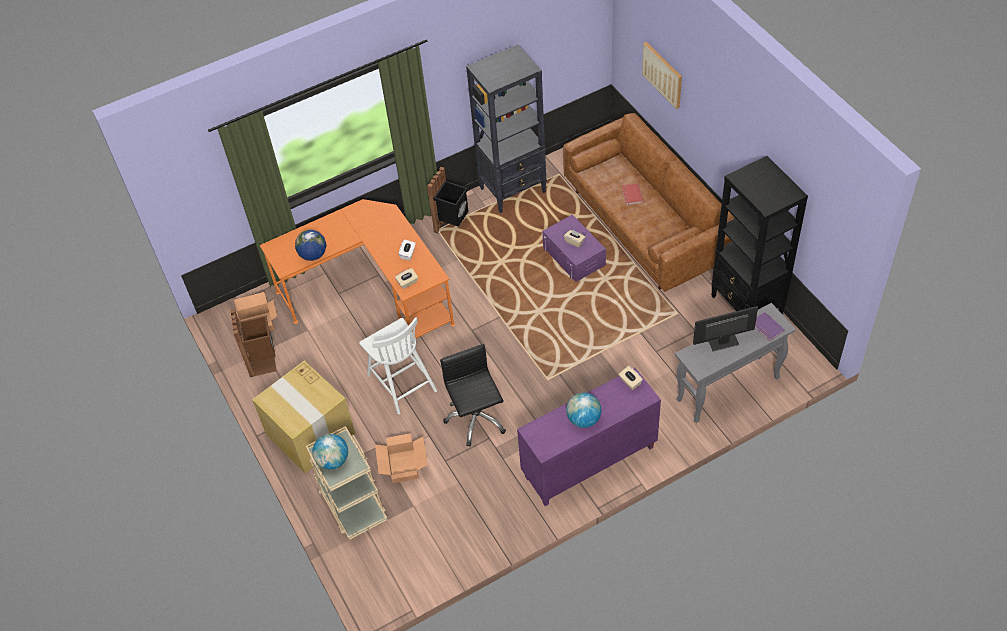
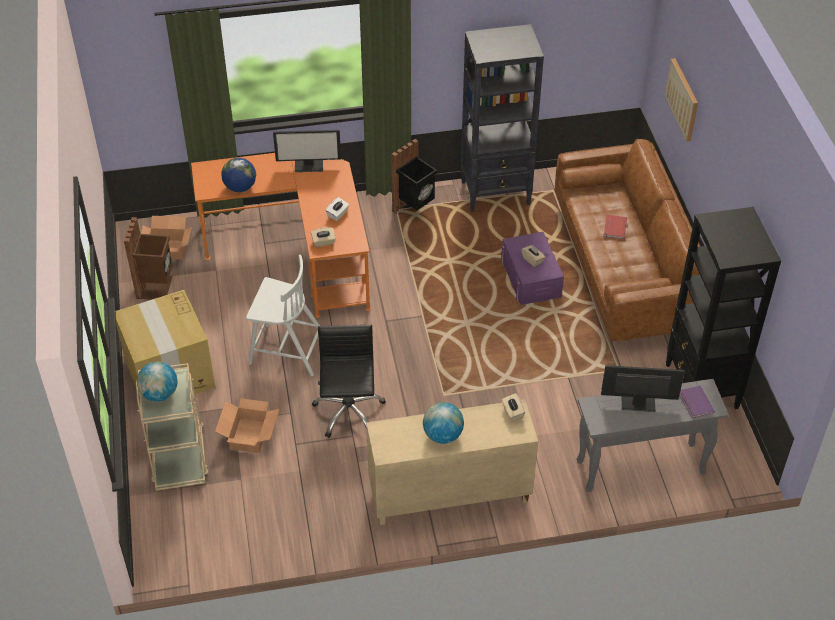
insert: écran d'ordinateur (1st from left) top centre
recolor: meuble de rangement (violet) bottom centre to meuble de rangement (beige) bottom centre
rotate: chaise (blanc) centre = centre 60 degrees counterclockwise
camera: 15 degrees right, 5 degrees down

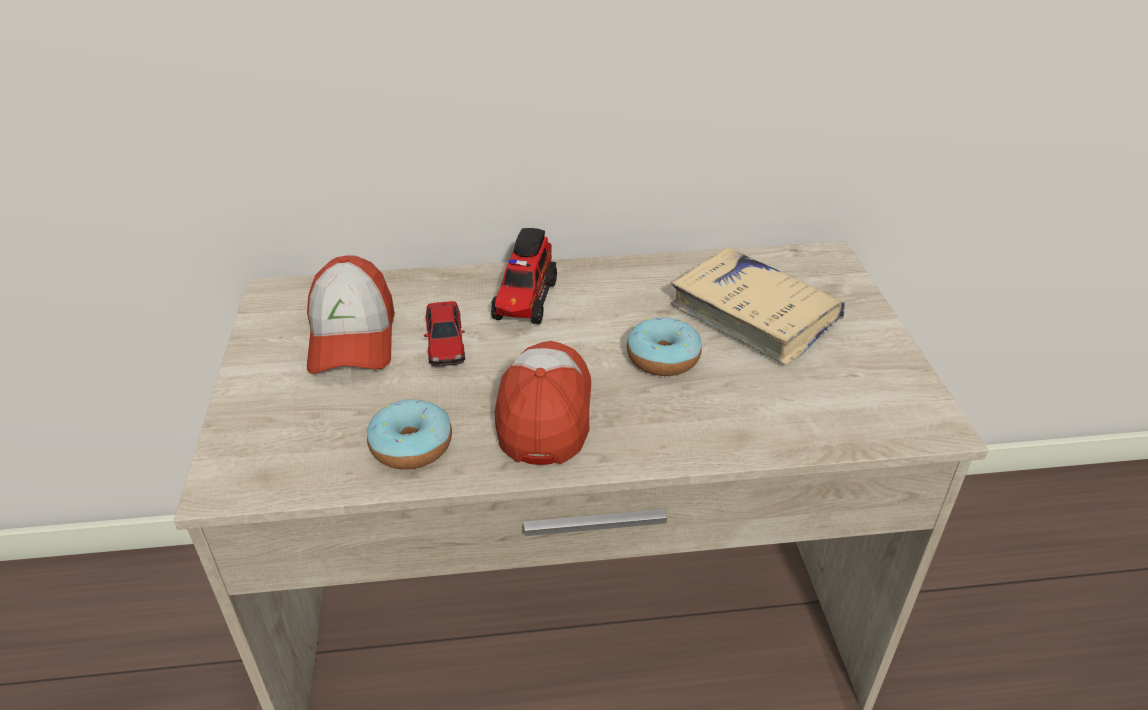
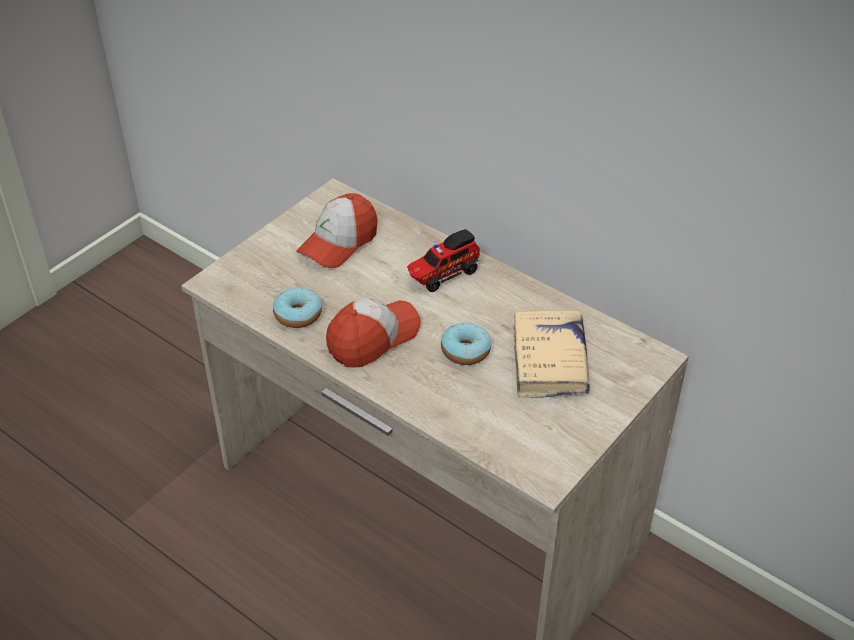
delete: petite voiture centre
camera: 45 degrees right, 5 degrees up

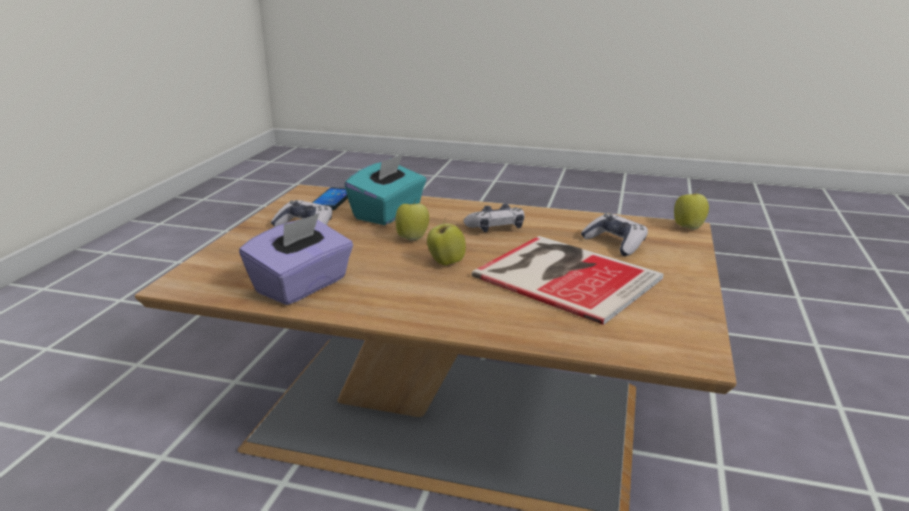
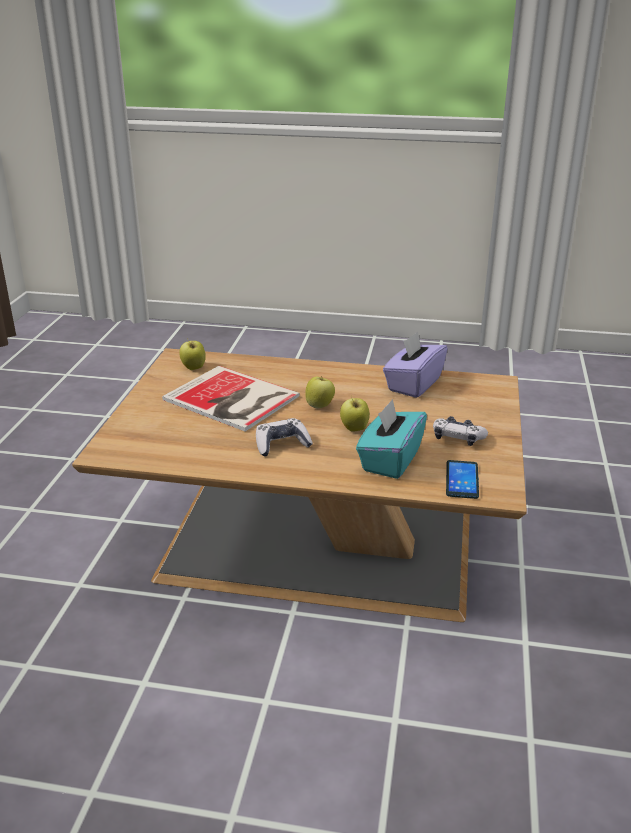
delete: manette (3rd from left) middle right
move: pomme (3rd from left in the first image) middle right to pomme (1st from left) middle left
camera: 175 degrees right, 5 degrees up

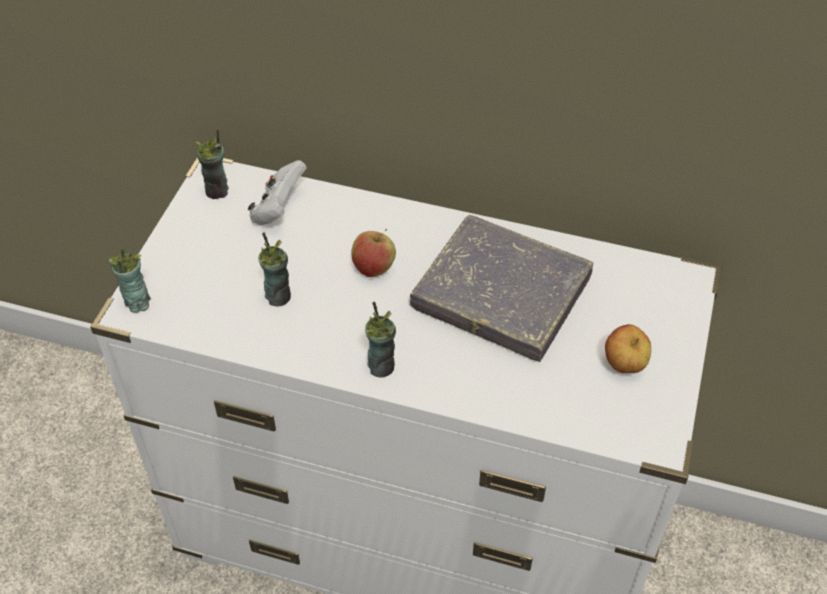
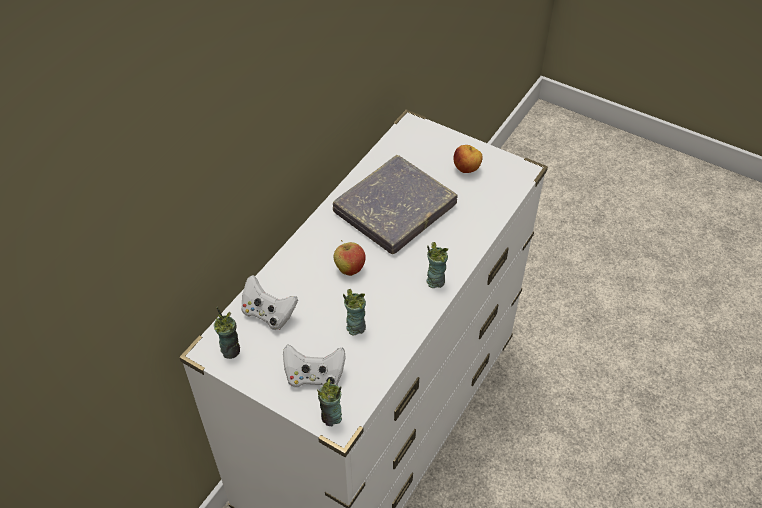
insert: manette (blanc) (2nd from left) bottom centre
camera: 75 degrees left, 0 degrees up

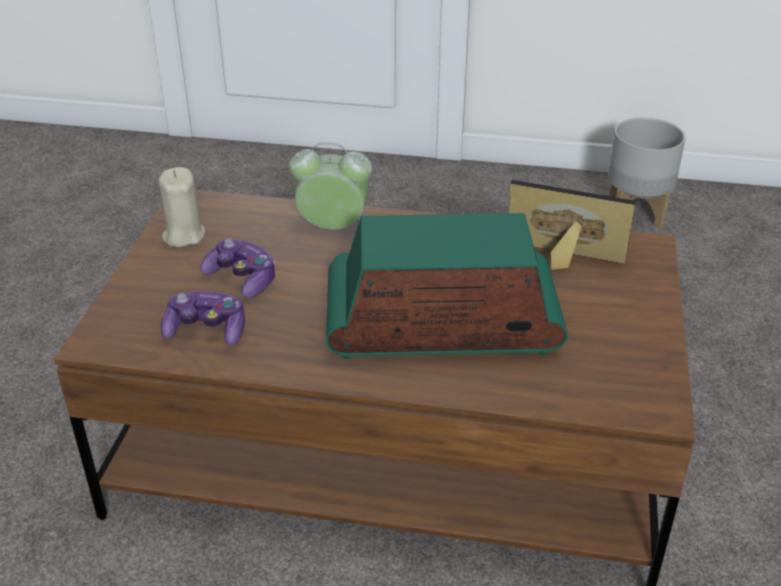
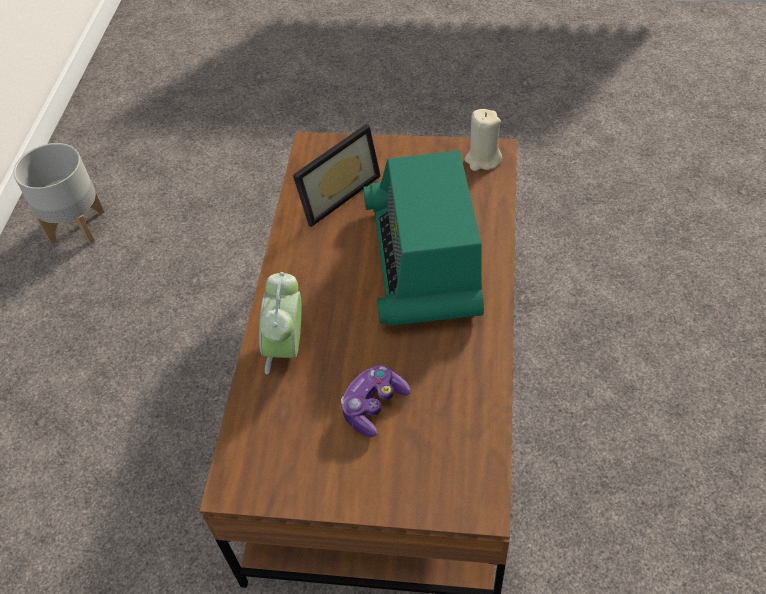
delete: manette (1st from left) middle left
move: bougie (beige) middle left to top centre
rotate: cadre photo middle right = top centre 150 degrees counterclockwise
camera: 90 degrees left, 15 degrees up

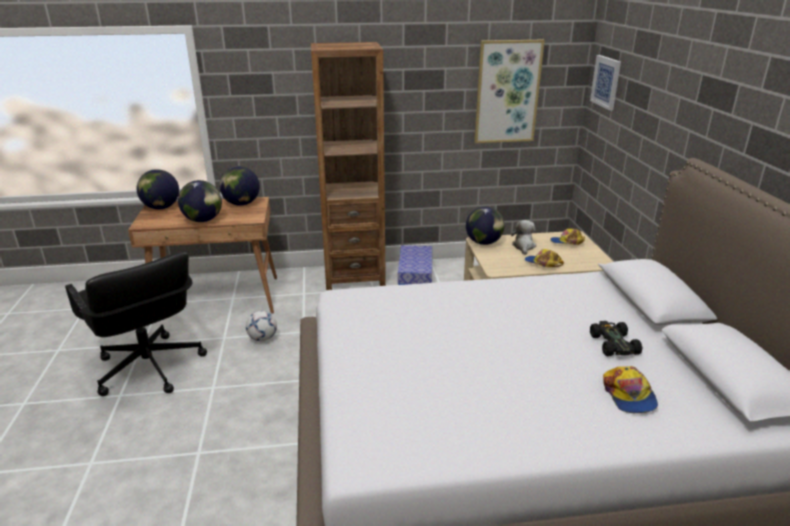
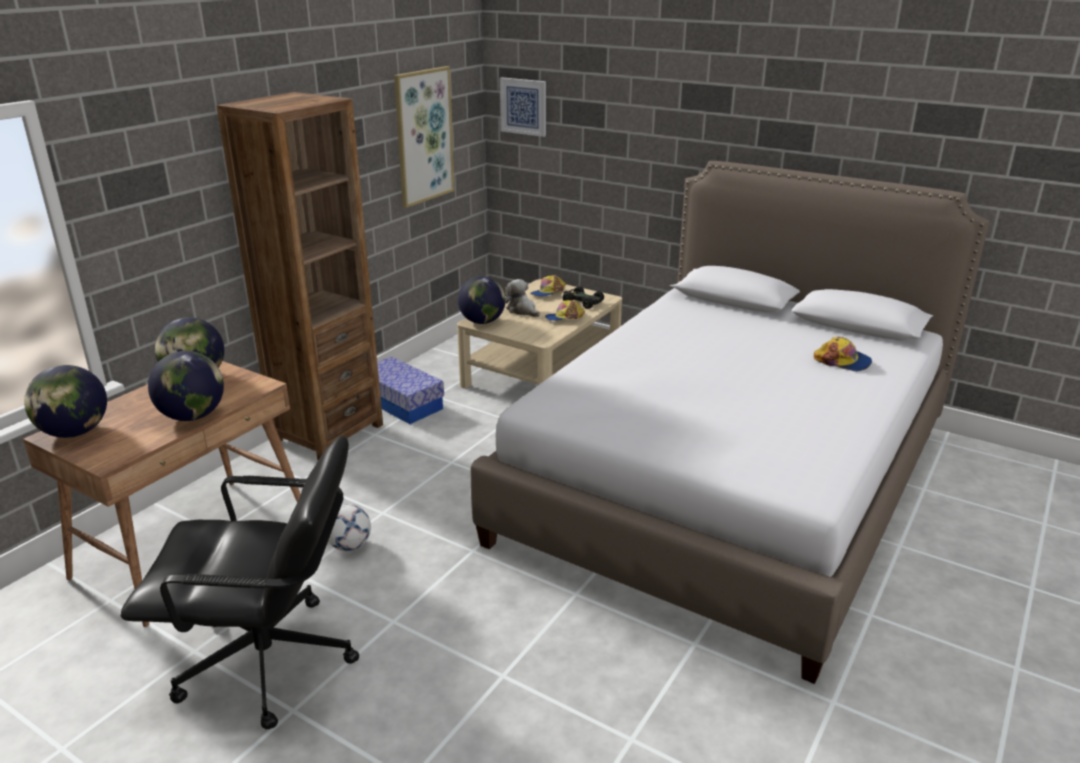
move: petite voiture (noir) middle right to centre
camera: 50 degrees left, 0 degrees up

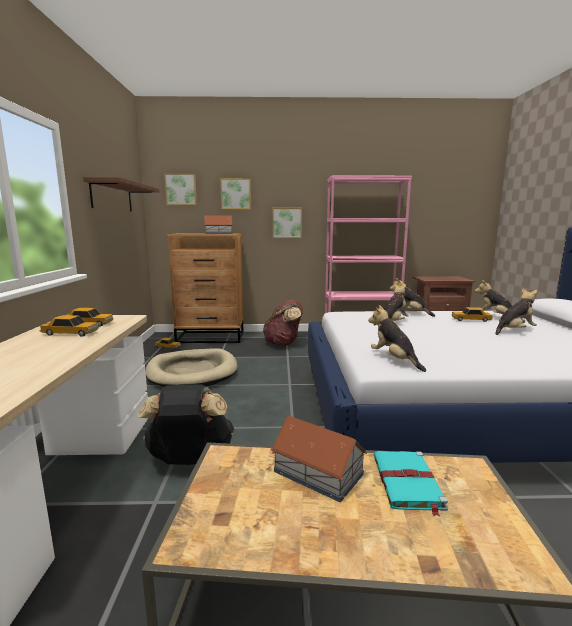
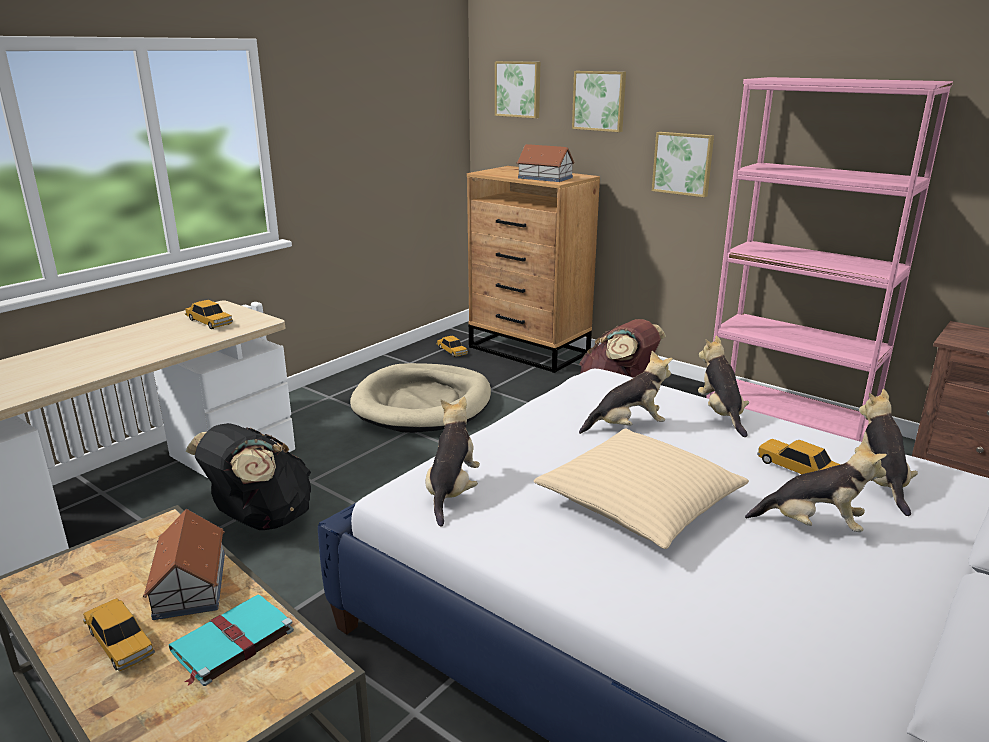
delete: étagère (marron) top left
insert: coussin (beige) centre
move: petite voiture (1st from left) middle left to bottom left
camera: 40 degrees right, 10 degrees up

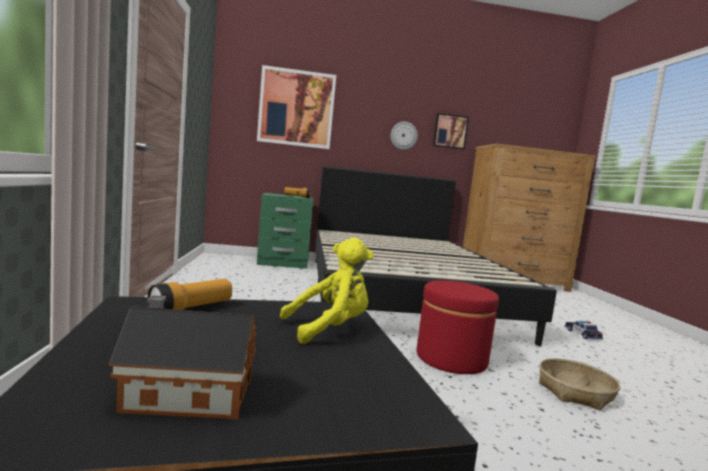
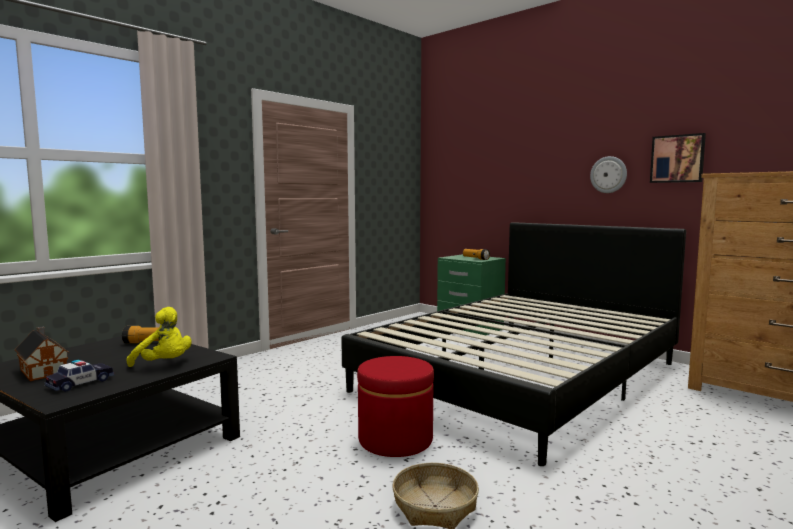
delete: tableau (1st from left) top centre
move: petite voiture bottom right to bottom left
camera: 50 degrees right, 0 degrees up

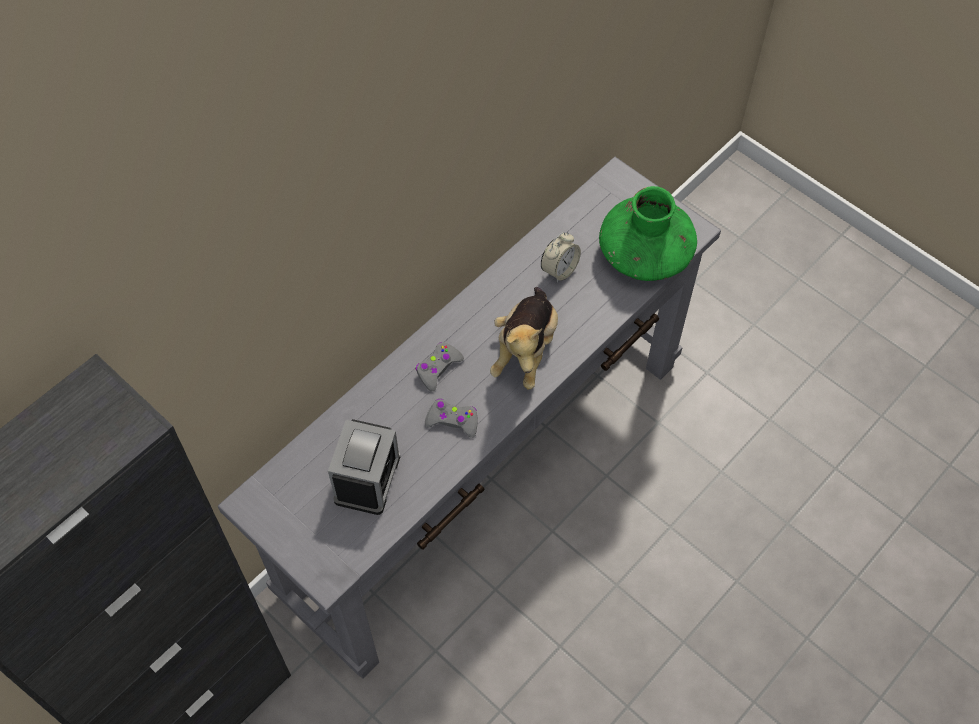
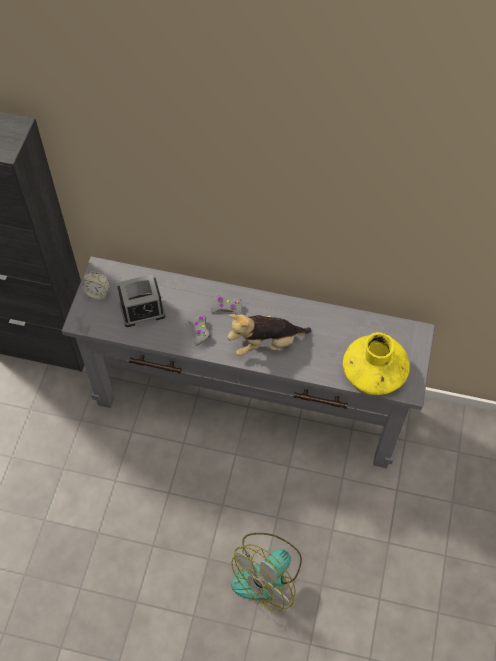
insert: ventilateur bottom centre
move: réveil (2nd from left in the first image) centre to réveil (1st from left) middle left
recolor: vase (vert) top centre to vase (jaune) middle right
camera: 60 degrees right, 0 degrees up

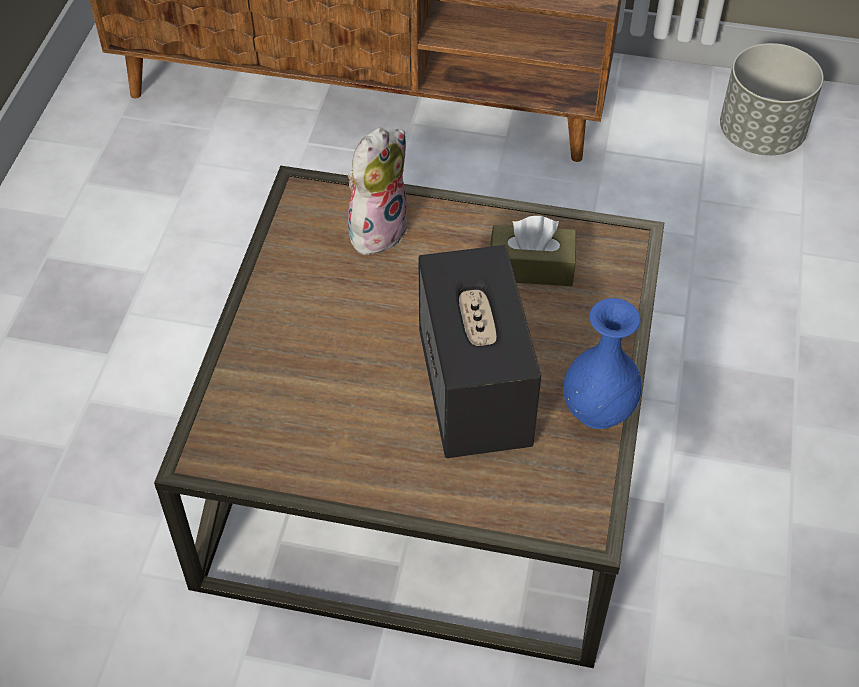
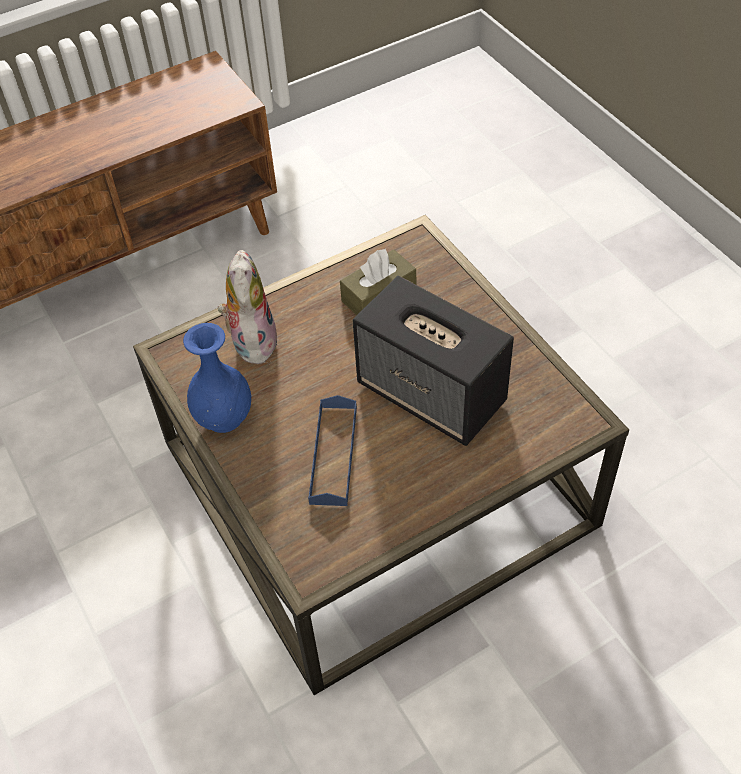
delete: cache-pot (gris) top right
insert: plateau (bleu) centre
move: vase (bleu) middle right to middle left
camera: 40 degrees left, 0 degrees up

